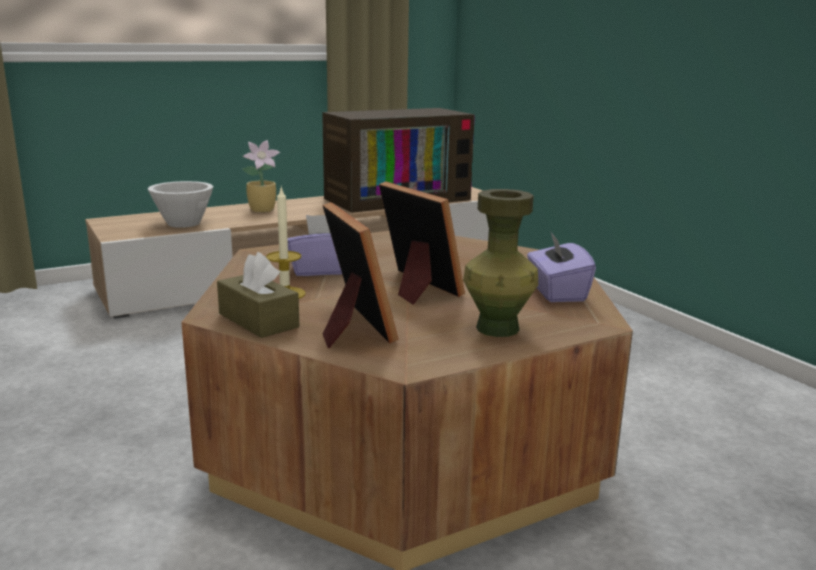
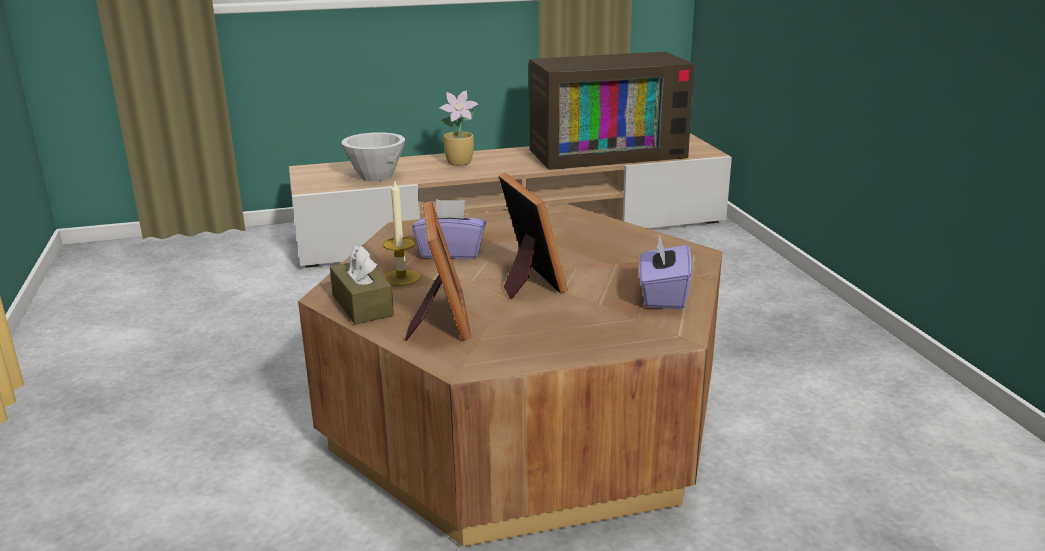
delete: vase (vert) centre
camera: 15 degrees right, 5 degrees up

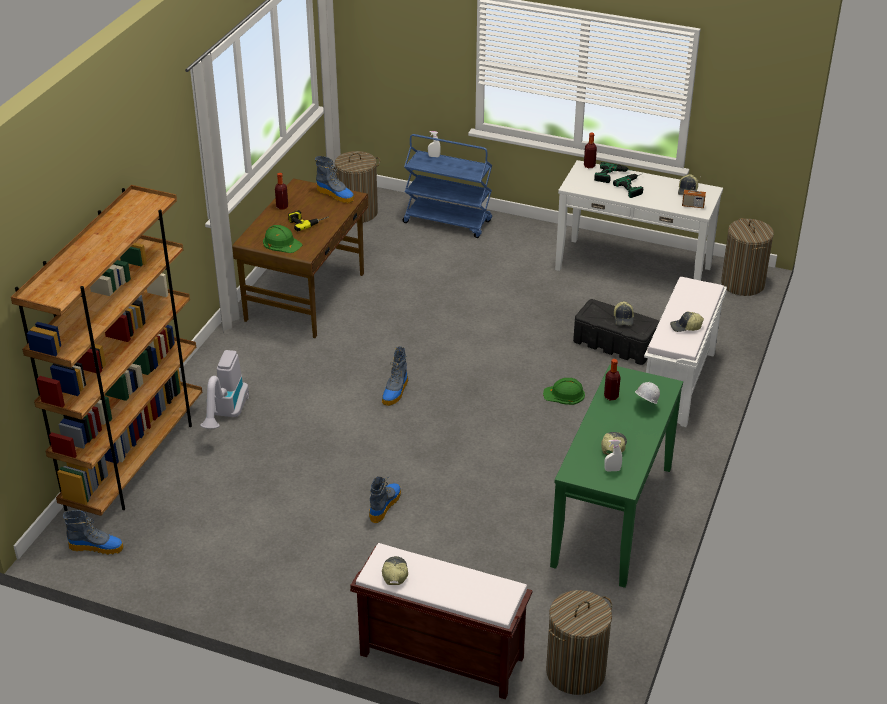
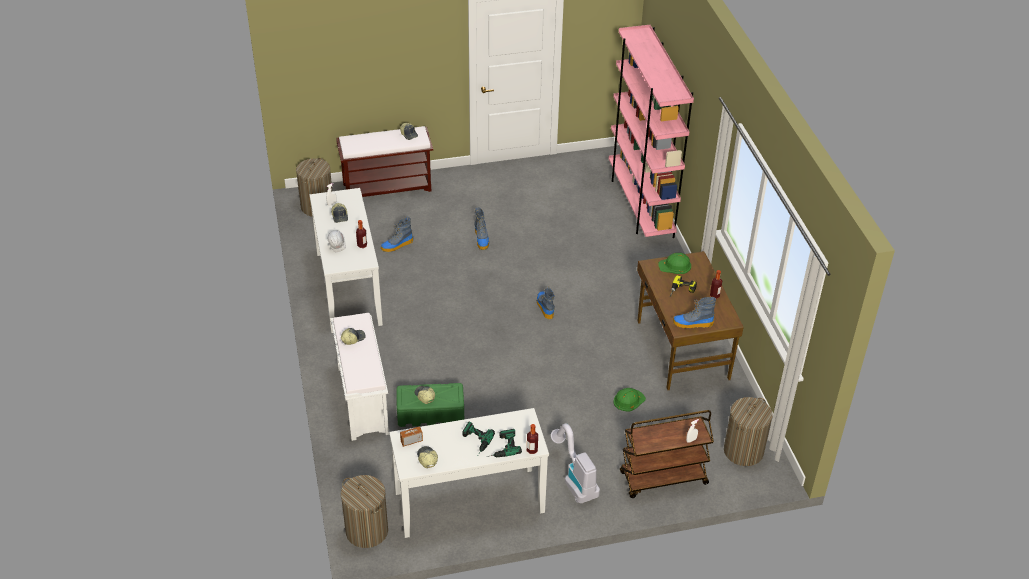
move: aspirateur middle left to bottom centre; casque de chantier (vert) (2nd from left in the first image) centre to casque de chantier (vert) (1st from left) bottom centre; botte (1st from left) bottom left to centre
recolor: chariot (bleu) top centre to chariot (marron) bottom centre; bibliothèque (marron) middle left to bibliothèque (rose) top centre; boîte de rangement (noir) middle right to boîte de rangement (vert) bottom centre; table console (vert) bottom right to table console (blanc) (1st from left) centre
camera: 145 degrees right, 5 degrees up

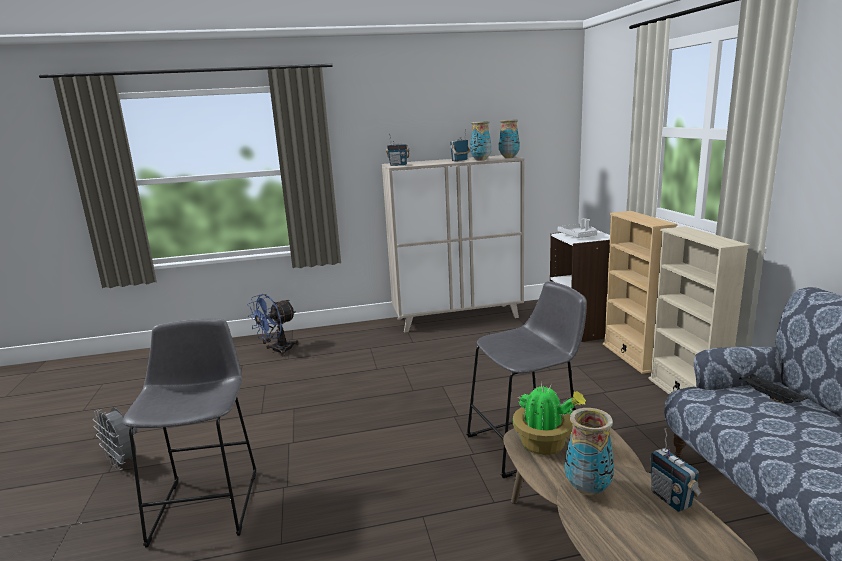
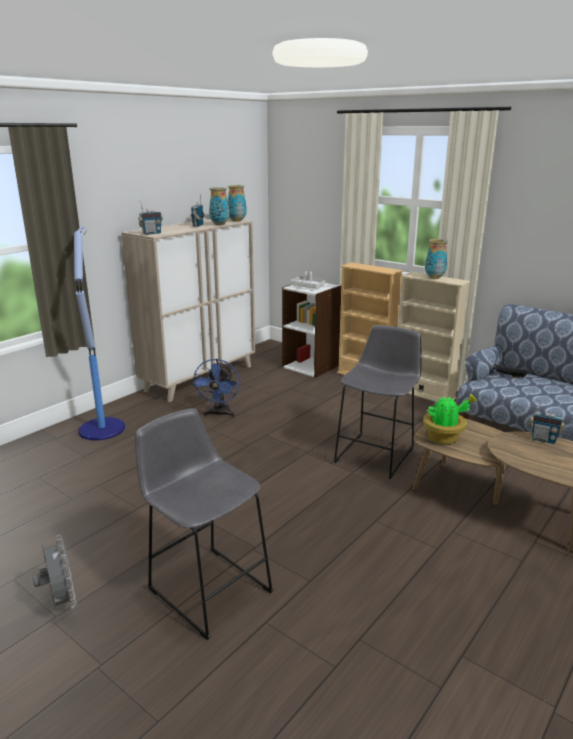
insert: lampadaire middle left
move: ventilateur (bleu) middle left to centre; vase (3rd from left) bottom right to middle right
rotate: ventilateur (gris) bottom left = bottom left 120 degrees counterclockwise
camera: 40 degrees left, 5 degrees up

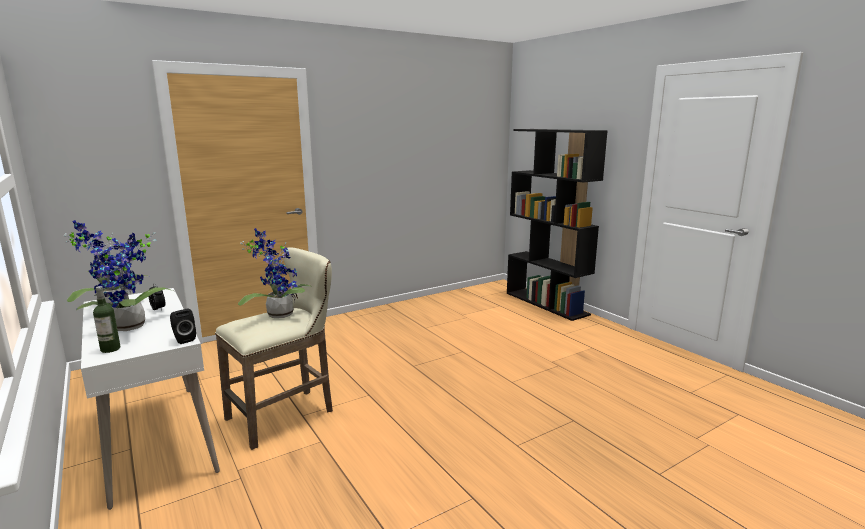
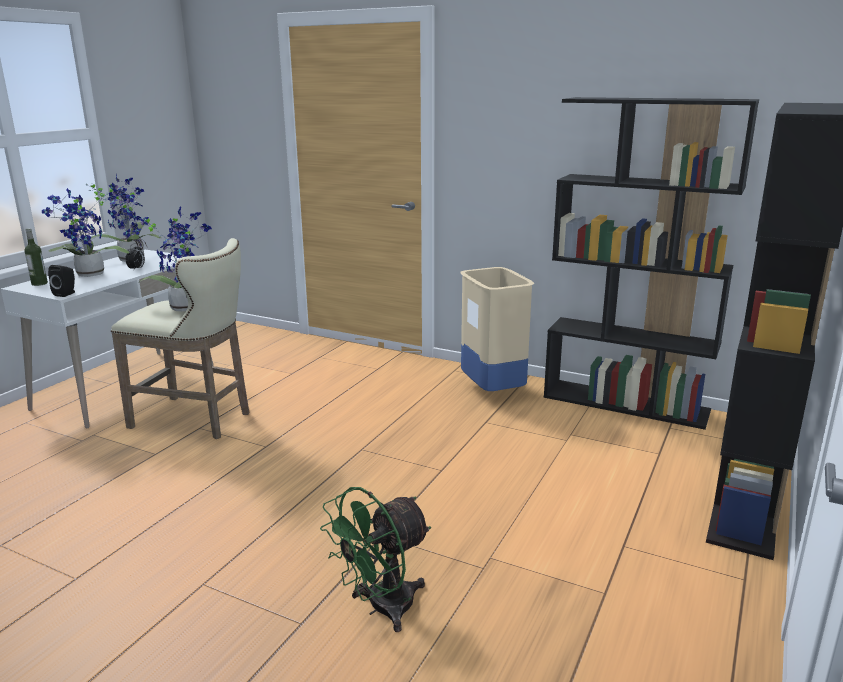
insert: bibliothèque (noir) (1st from left) middle right; poubelle (beige) centre; ventilateur (vert) bottom centre
camera: 60 degrees right, 5 degrees up

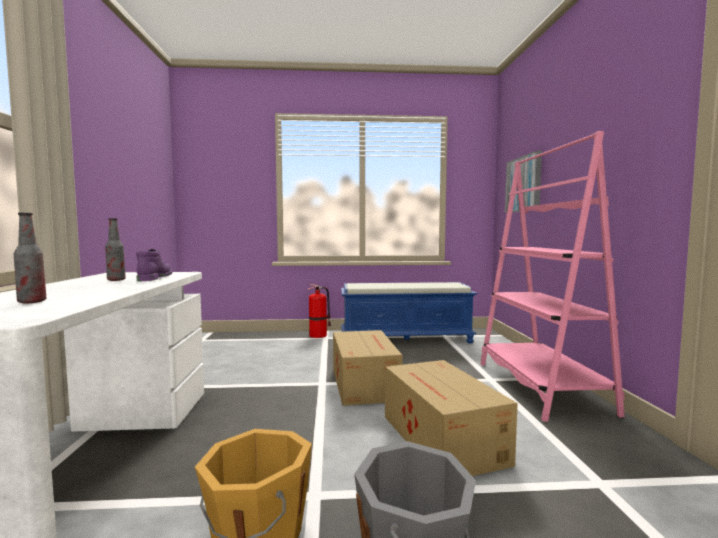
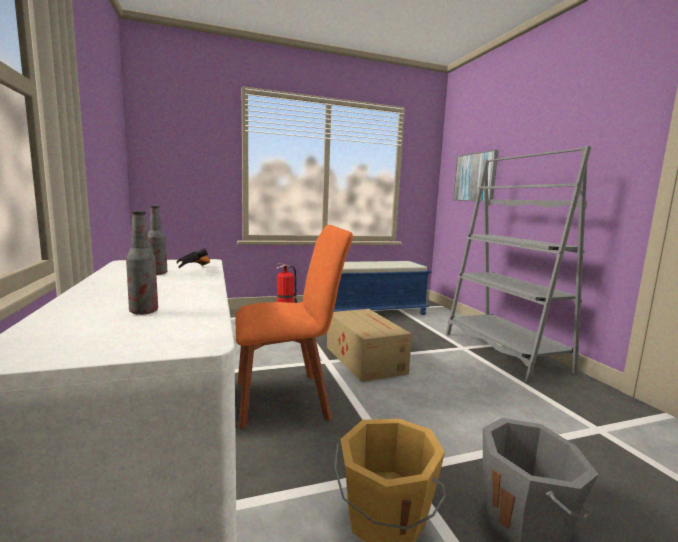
delete: carton (2nd from left) bottom centre
insert: chaise (orange) centre
replace: botte (violet) middle left to marteau middle left
recolor: bibliothèque (rose) middle right to bibliothèque (gris) middle right
camera: 15 degrees left, 5 degrees up

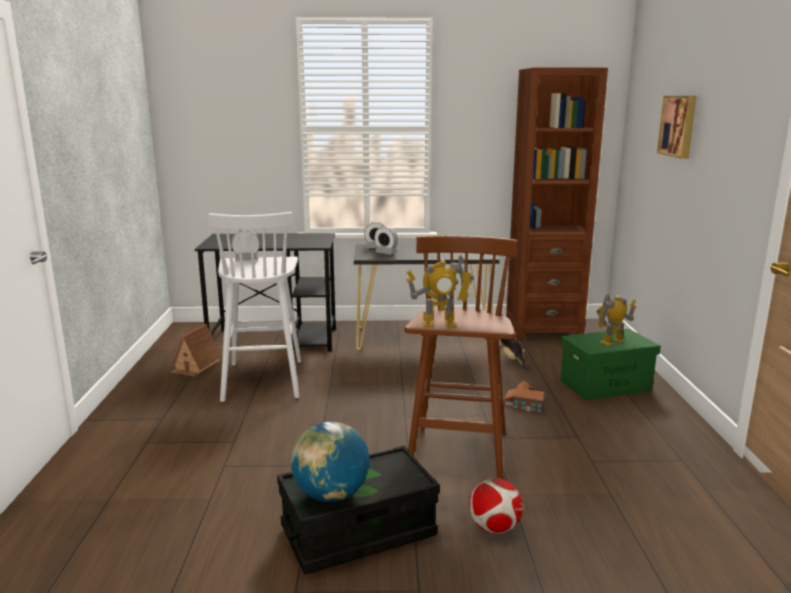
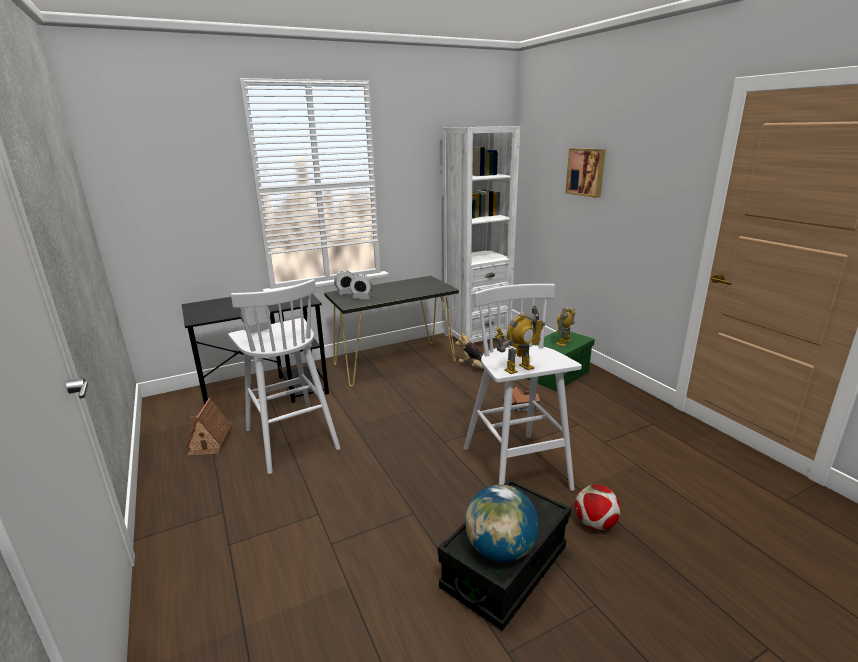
recolor: bibliothèque (marron) middle right to bibliothèque (blanc) centre; tabouret (marron) centre to tabouret (blanc) (2nd from left) centre
camera: 25 degrees left, 5 degrees up

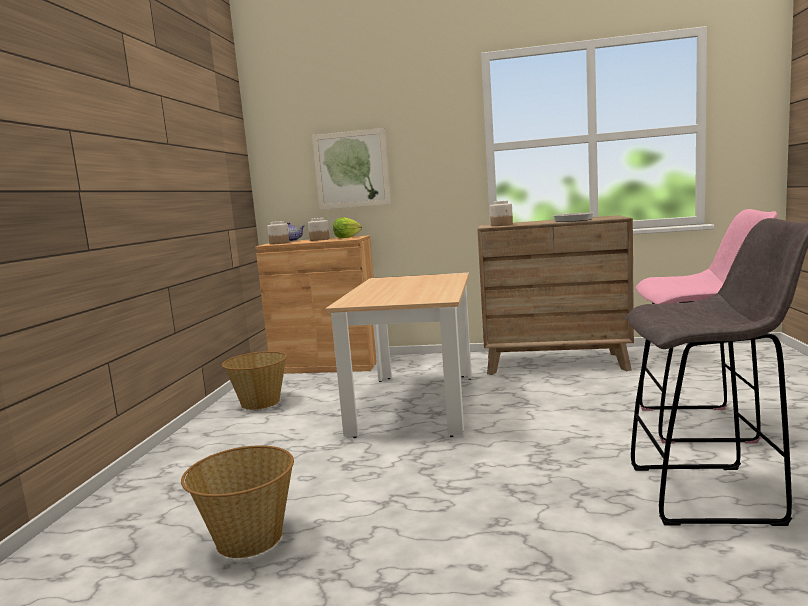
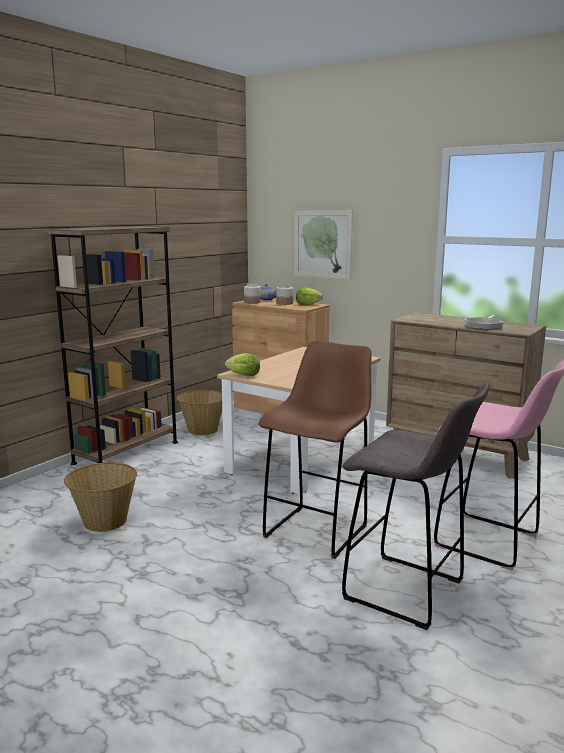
delete: bocal (3rd from left) centre
insert: bibliothèque (marron) middle left; tabouret (marron) centre; laitue (1st from left) centre
camera: 25 degrees right, 5 degrees up

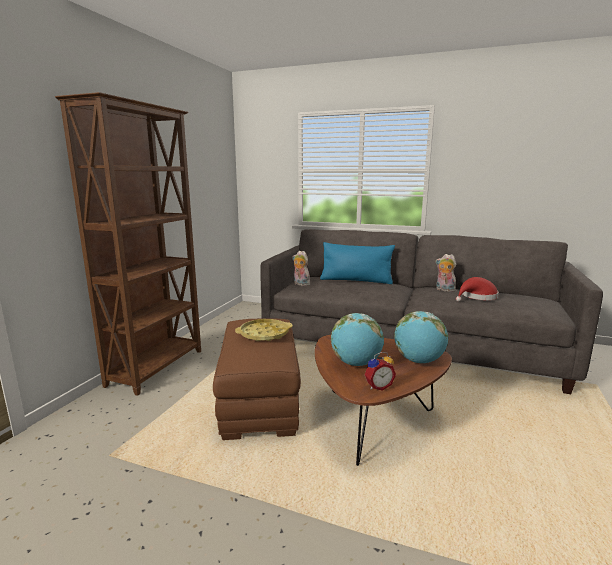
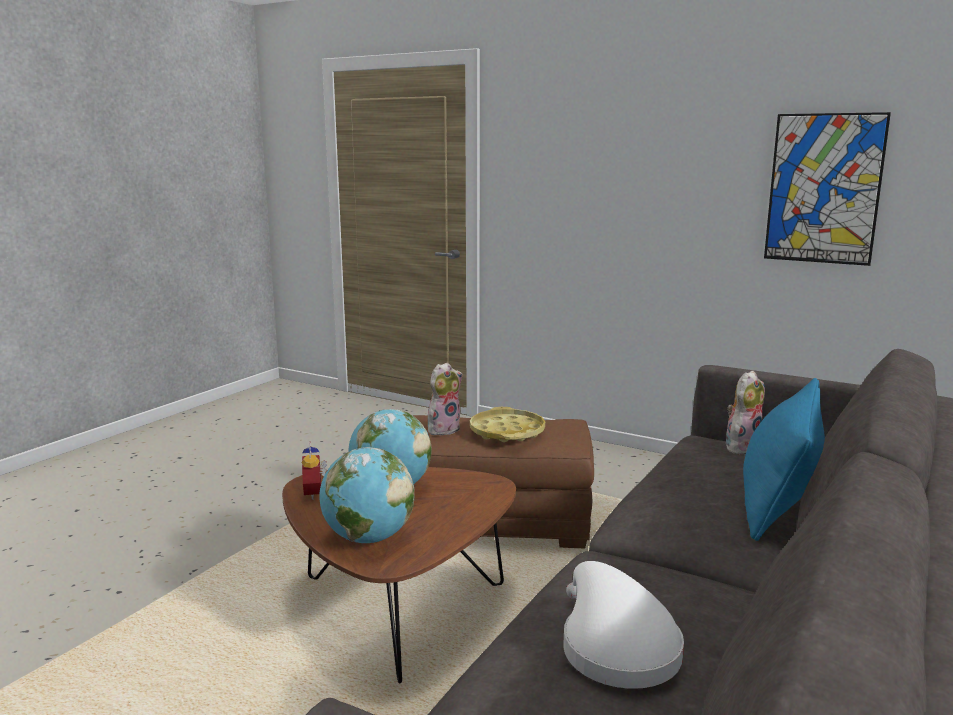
delete: bibliothèque (marron) middle left
insert: tableau top right
move: peluche (2nd from left in the first image) middle right to peluche (1st from left) centre
recolor: chapeau (rouge) middle right to chapeau (blanc) bottom centre
camera: 100 degrees right, 0 degrees up

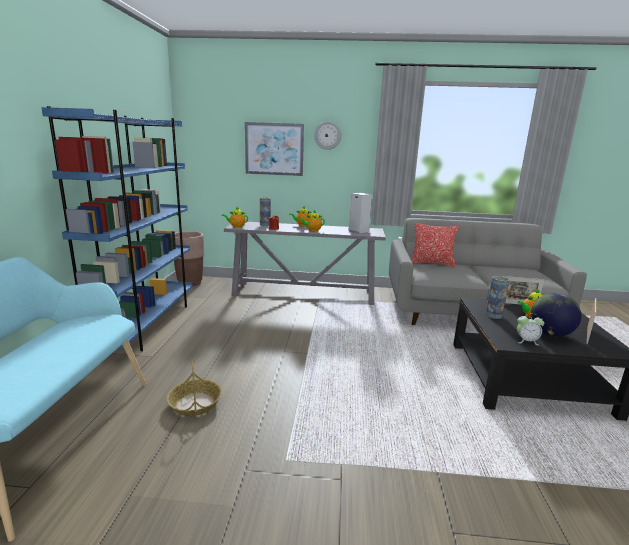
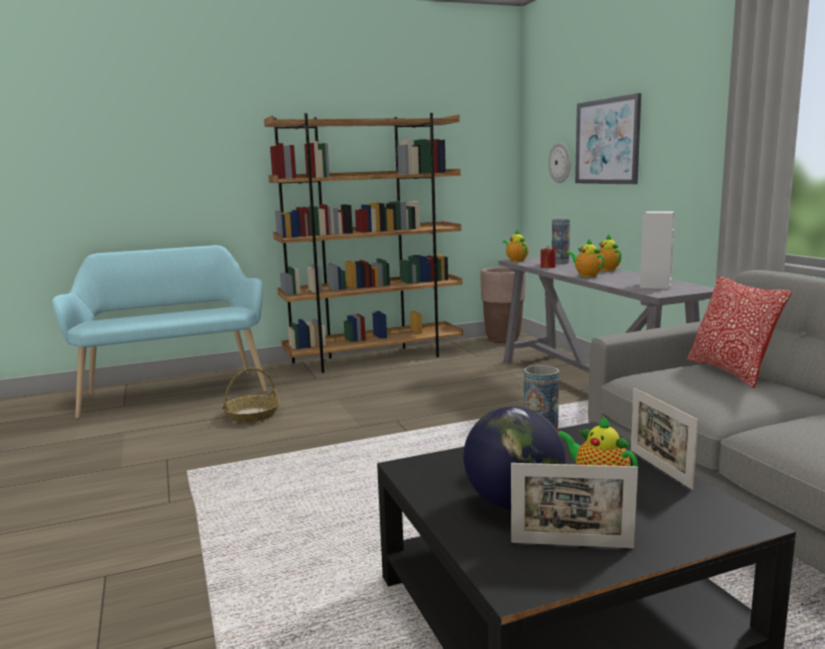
delete: réveil middle right
move: horloge murale top centre to top right
recolor: bibliothèque (bleu) middle left to bibliothèque (marron) centre
camera: 65 degrees right, 5 degrees down

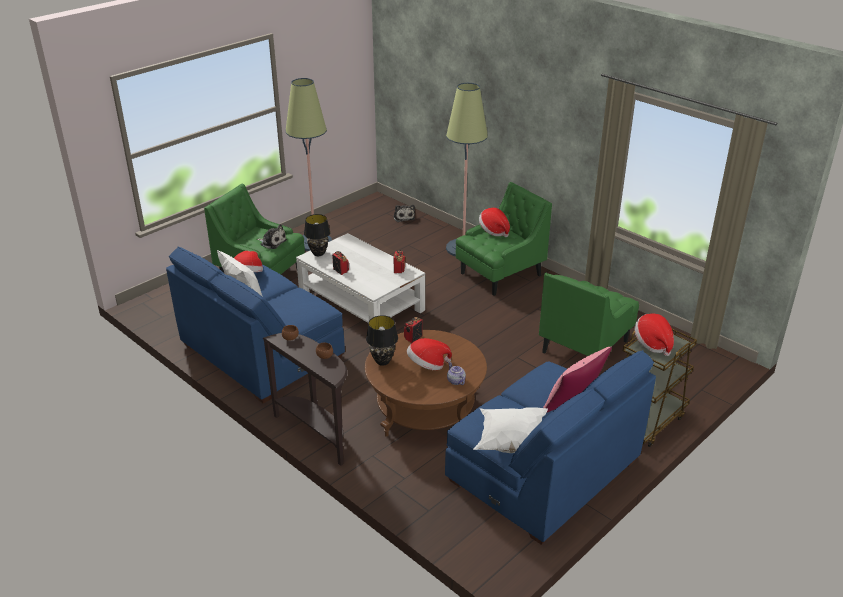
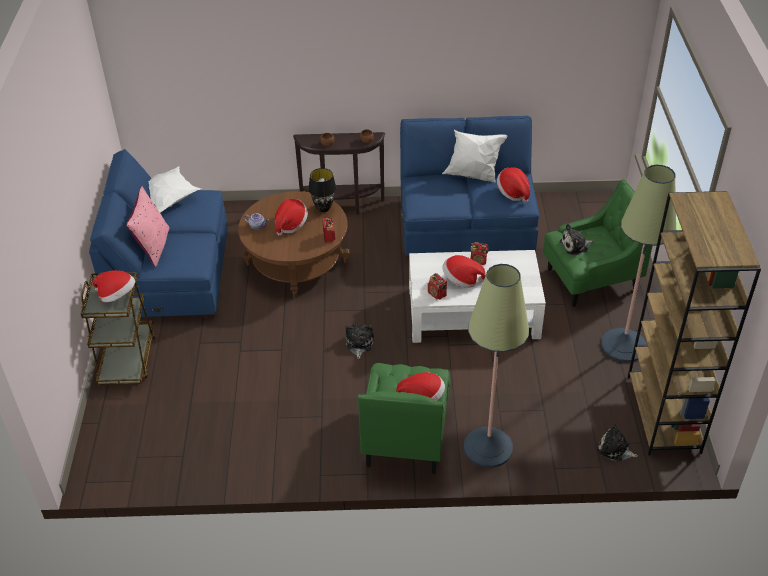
delete: lampe de table (noir) (1st from left) centre; fauteuil (vert) (3rd from left) middle right
insert: bibliothèque (marron) middle right; chapeau (4th from left) centre; peluche (1st from left) centre
camera: 135 degrees right, 10 degrees up

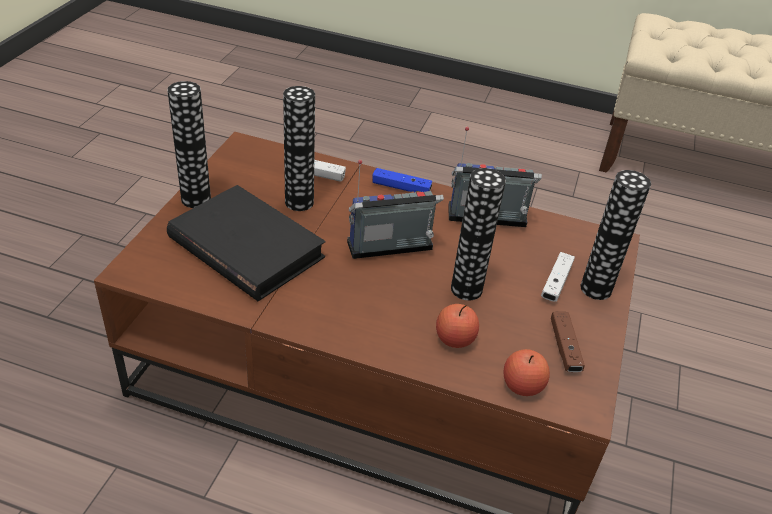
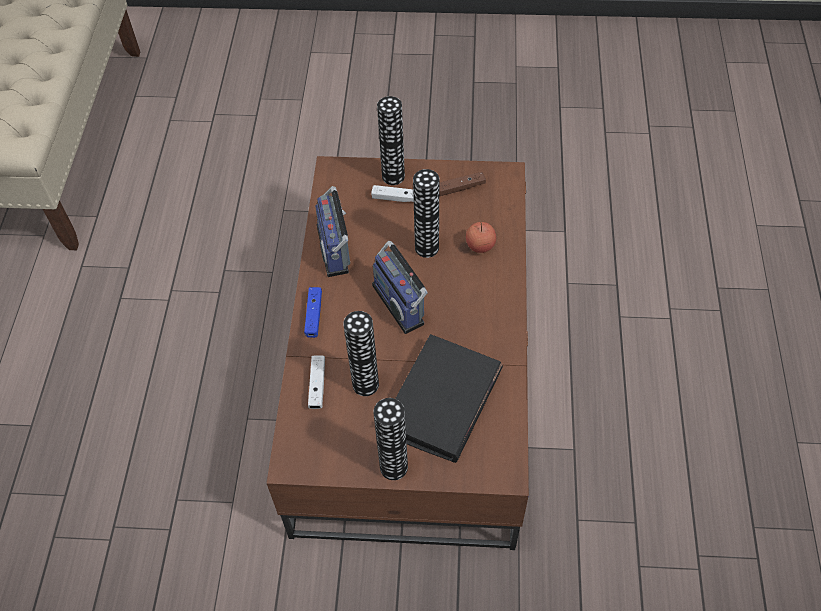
delete: pomme (2nd from left) bottom right
camera: 100 degrees left, 15 degrees up

